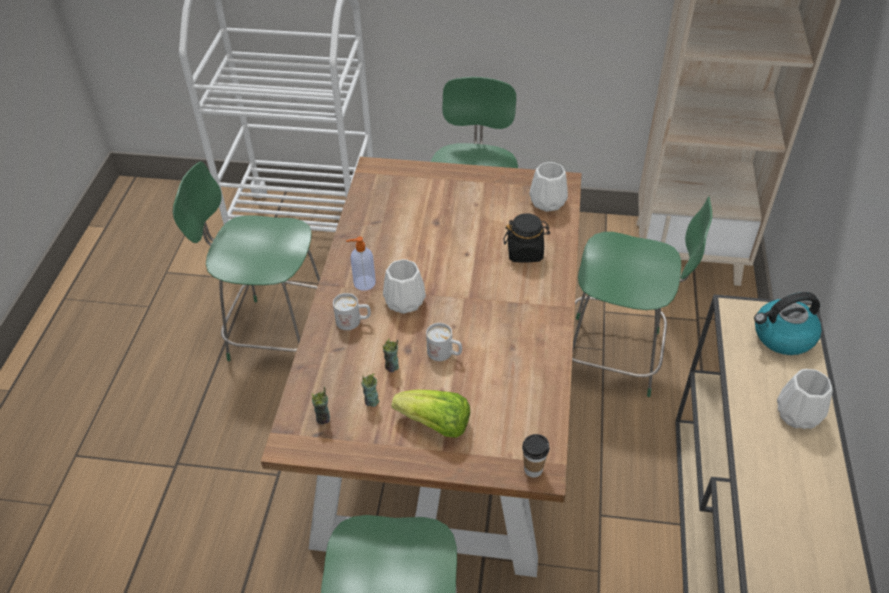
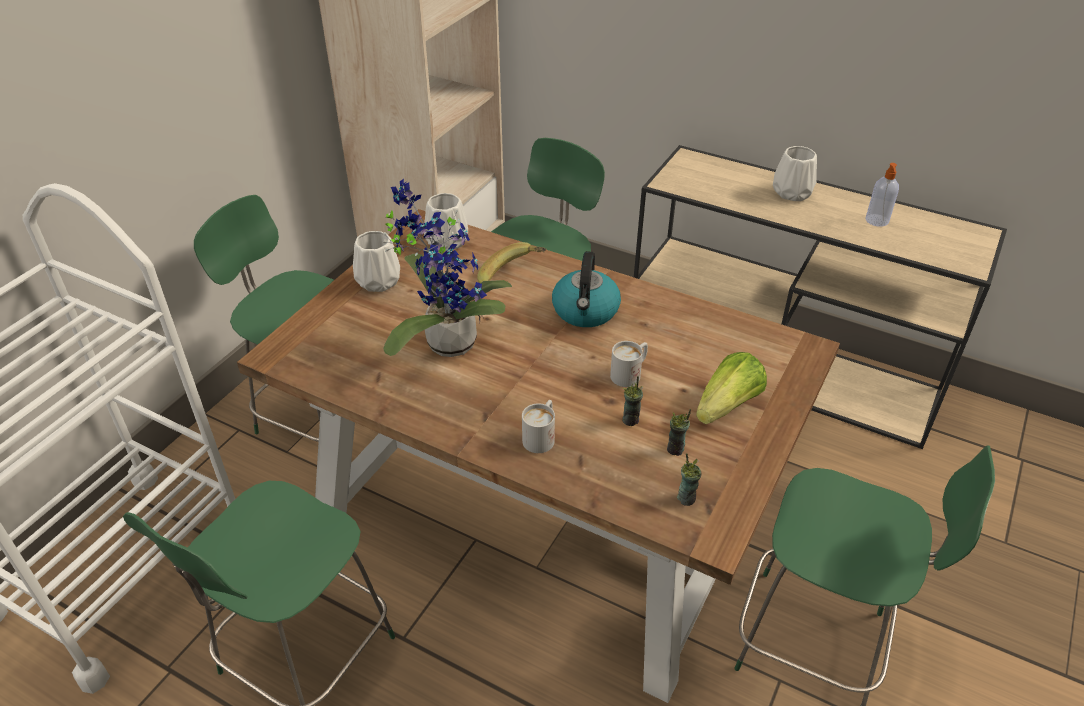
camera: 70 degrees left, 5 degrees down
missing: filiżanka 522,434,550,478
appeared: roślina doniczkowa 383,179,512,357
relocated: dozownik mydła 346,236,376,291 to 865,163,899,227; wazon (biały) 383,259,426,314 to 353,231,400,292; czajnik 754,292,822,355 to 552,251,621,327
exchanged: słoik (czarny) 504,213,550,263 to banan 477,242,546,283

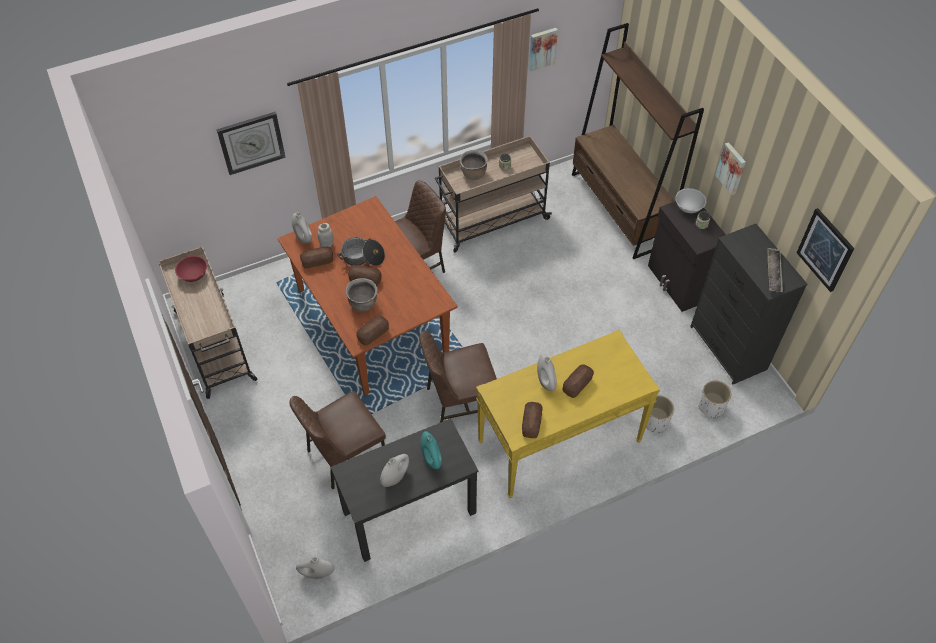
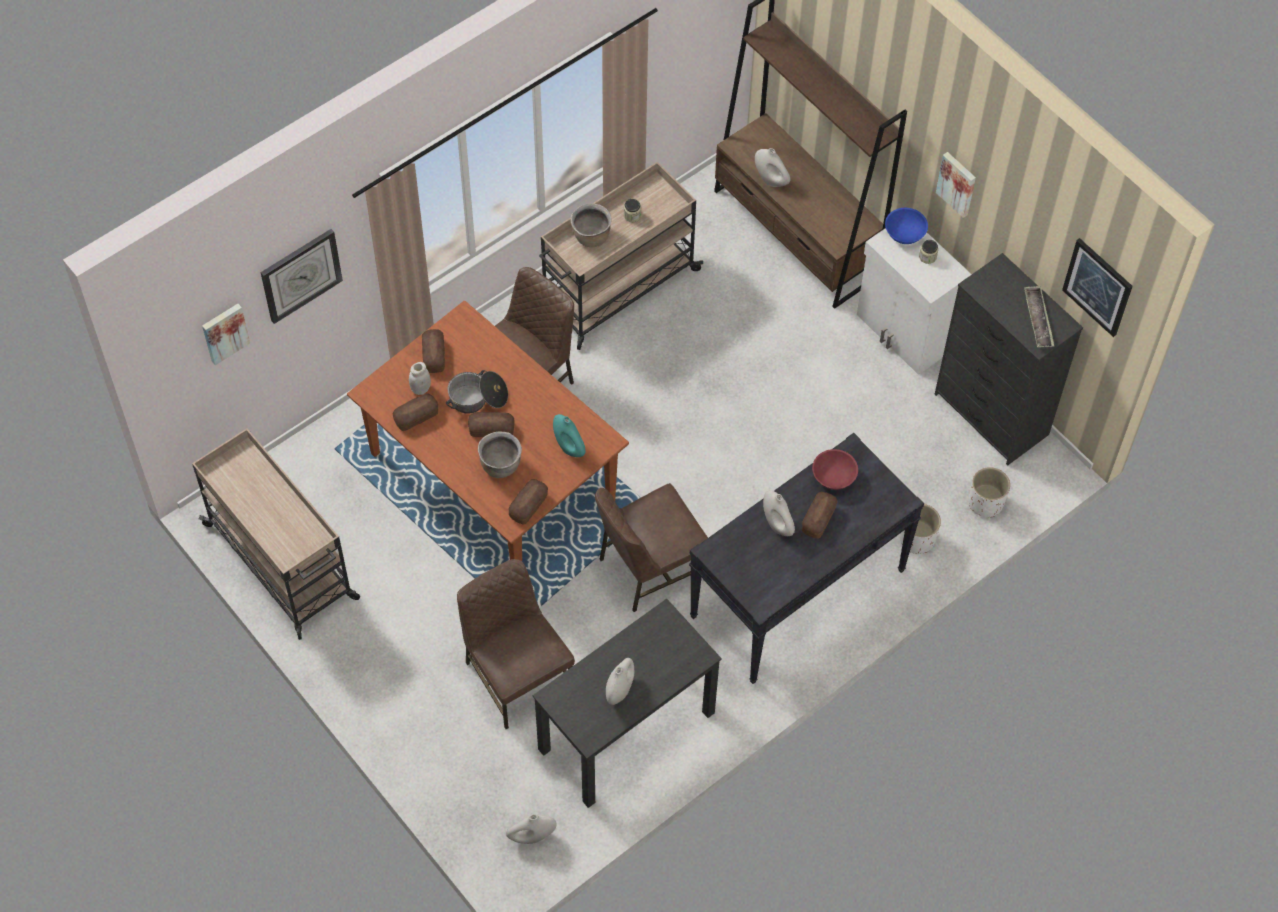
camera: 15 degrees left, 5 degrees up
relocated: miska (czerwony) 175,256,207,282 to 812,449,858,490; wazon (biały) 292,212,312,244 to 755,148,790,187; wazon (turkusowy) 421,431,442,469 to 553,414,586,457; chleb 522,402,543,438 to 422,329,445,373; obraz 529,28,558,71 to 202,304,250,365
colour: stolik konsolowy (żółty) 476,330,660,498 to stolik konsolowy (czarny) 689,433,924,684; szafka (czarny) 648,201,726,312 to szafka (biały) 857,228,972,375; miska (biały) 675,188,706,213 to miska (niebieski) 885,208,928,244
spun: krzesło (brązowy) 289,391,386,490 = 457,559,575,729 105 degrees clockwise

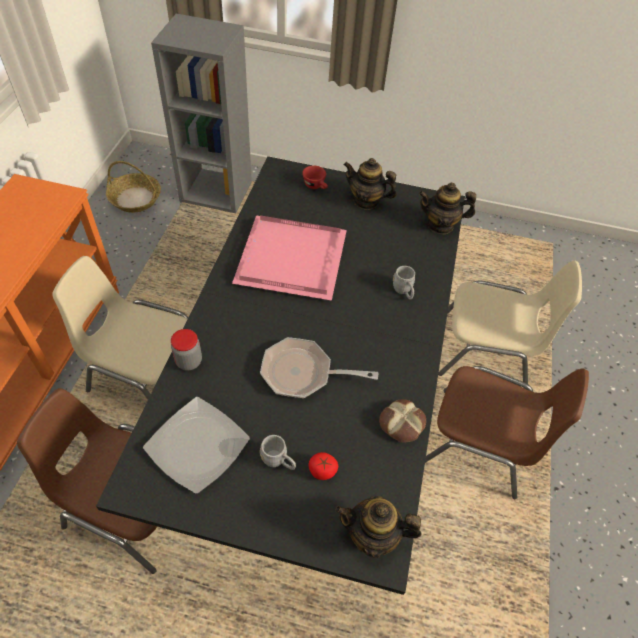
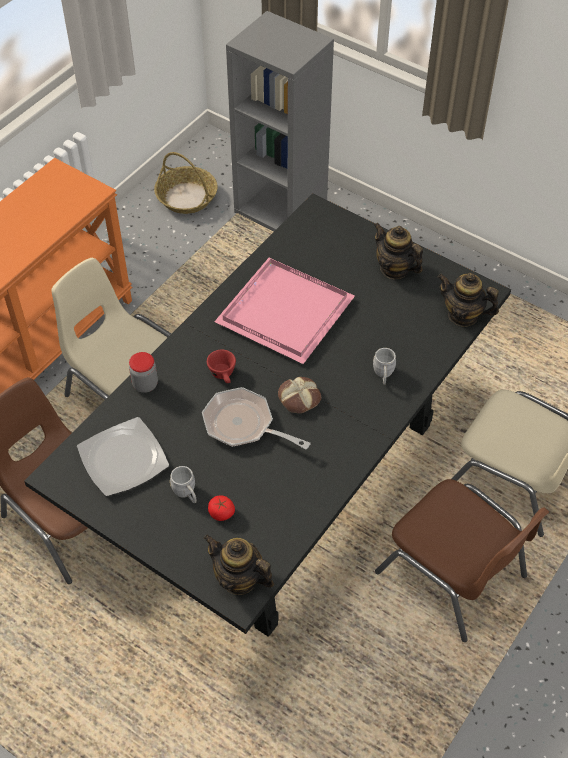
camera: 25 degrees right, 0 degrees up
relocated: filiżanka (czerwony) 302,165,328,189 to 207,349,236,383; chleb 379,399,426,443 to 278,377,321,413

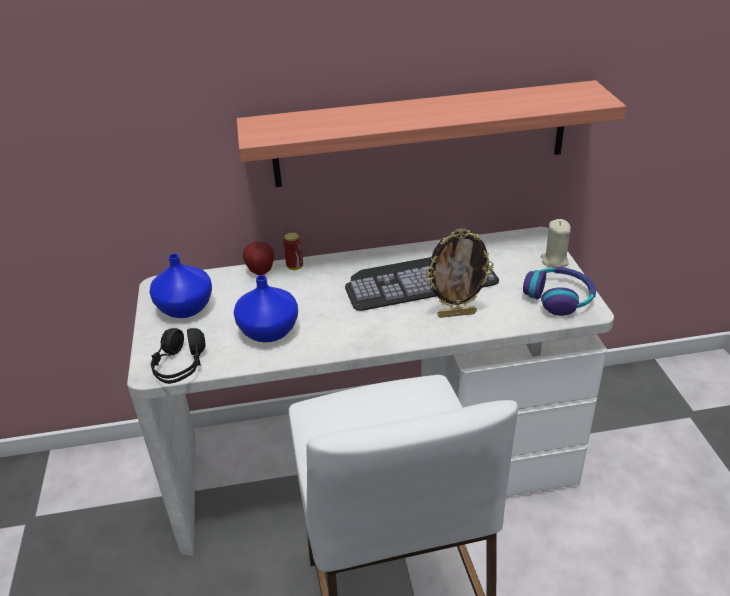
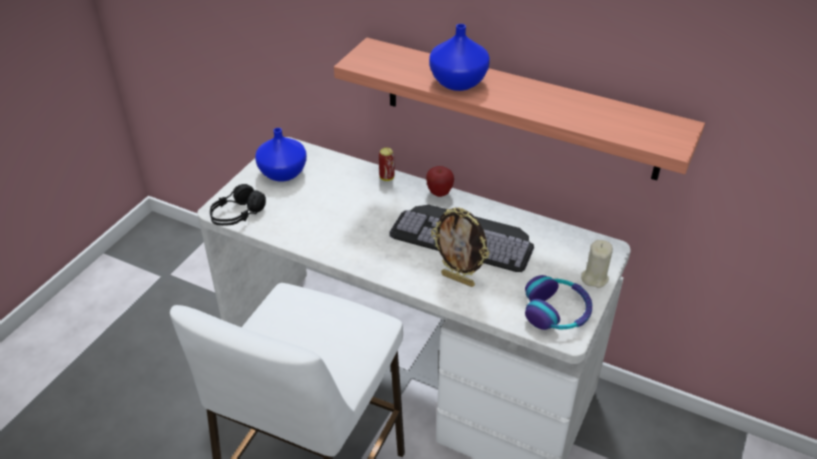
camera: 35 degrees right, 5 degrees up
relocated: wazon (niebieski) 234,275,298,342 to 429,24,490,91; jabłko 243,242,274,275 to 426,166,454,197

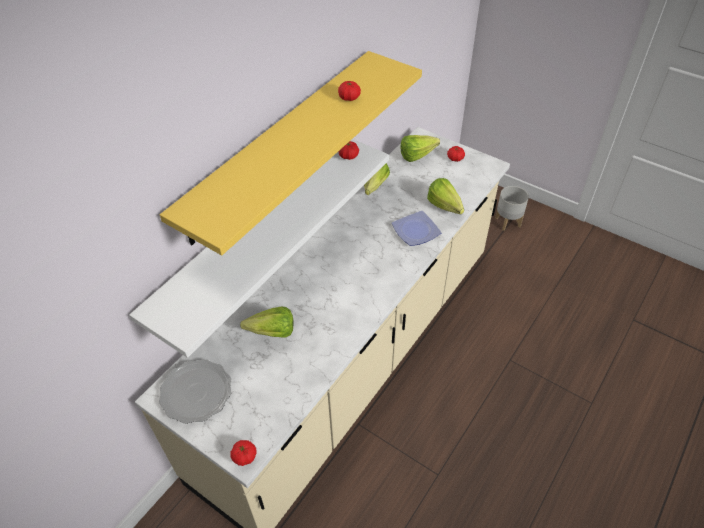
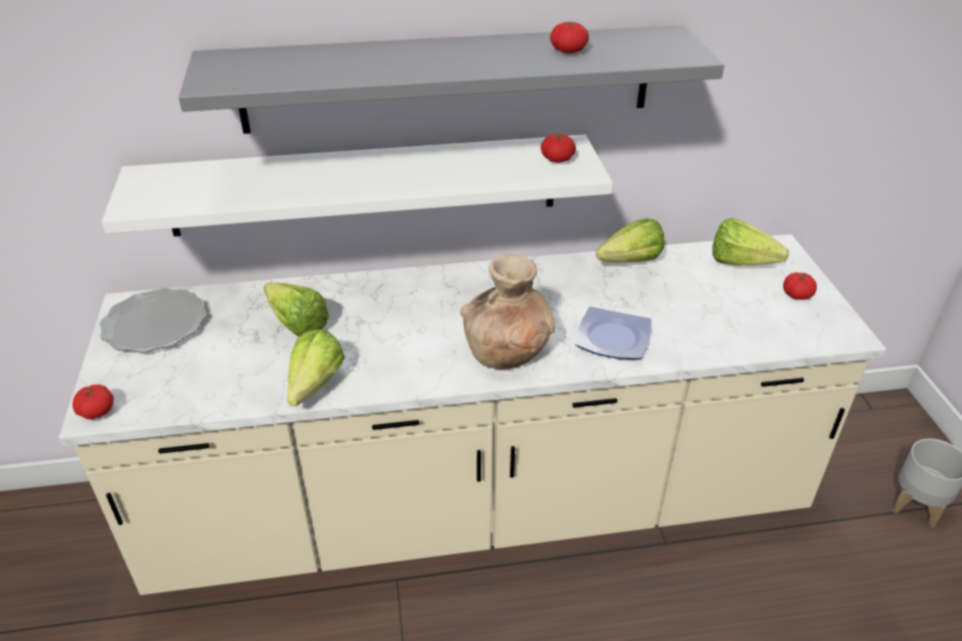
camera: 45 degrees right, 10 degrees down
appeared: wazon (brązowy) 460,255,556,369
relocated: sałata 427,178,464,214 to 287,329,345,407
colour: półka (żółty) 160,51,422,255 to półka (szary) 179,25,724,134

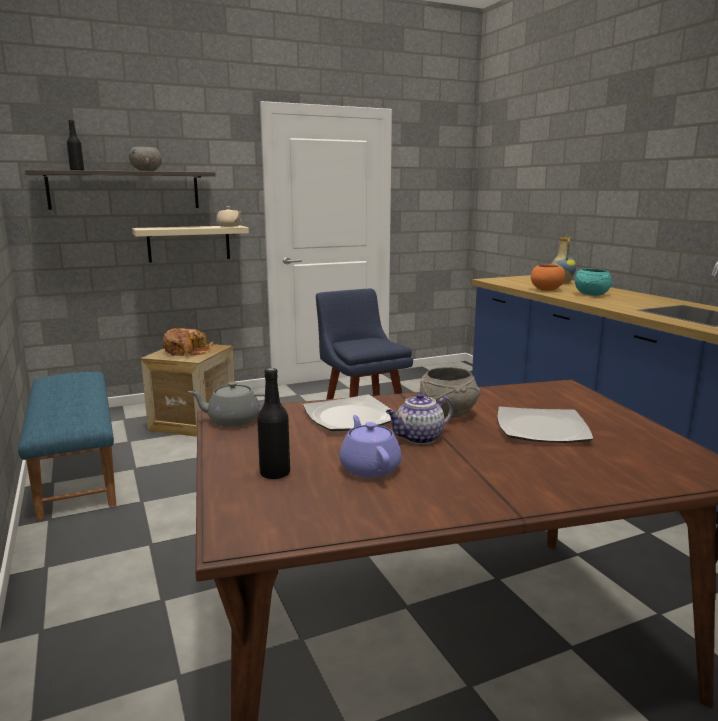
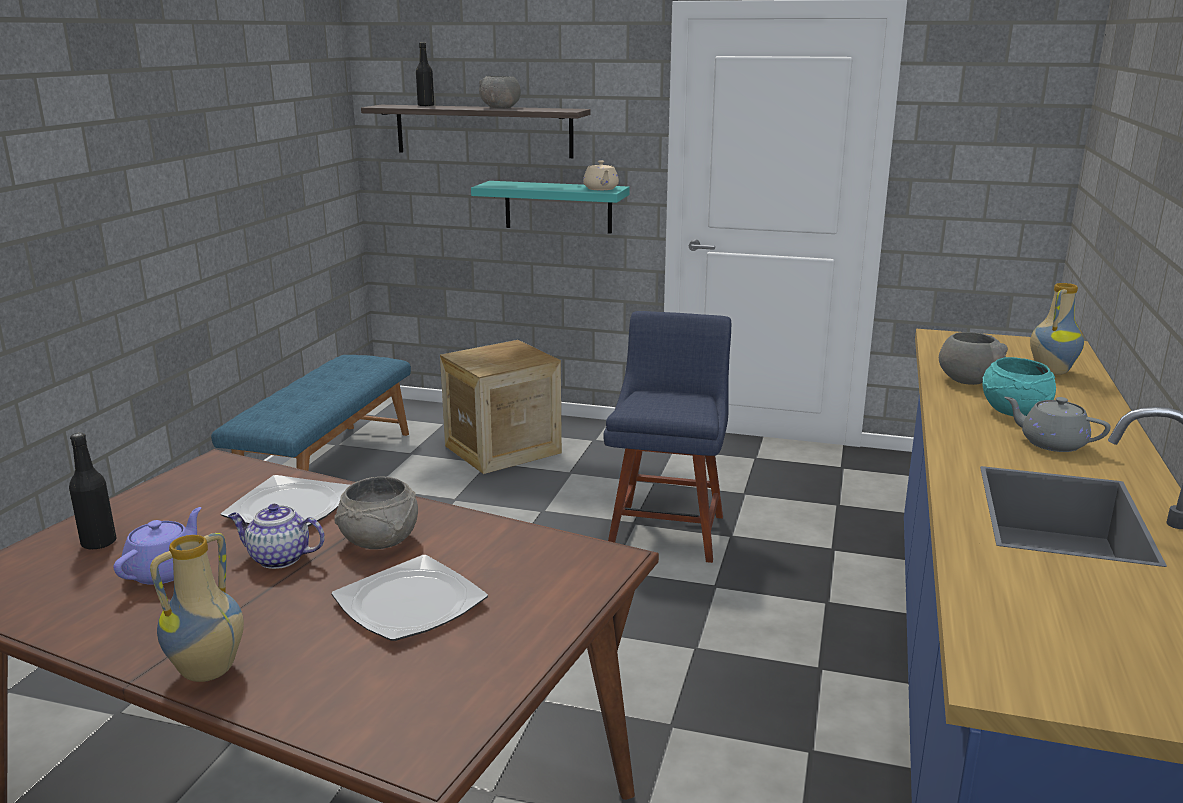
camera: 40 degrees right, 5 degrees up
missing: chleb 163,328,213,356
appeared: wazon 150,533,244,682
relocated: imbryk (szary) 188,382,265,427 to 1004,397,1111,452
colour: półka (beżowy) 132,225,249,263 to półka (turkusowy) 471,181,630,234; miska (pomarańczowy) 531,265,565,291 to miska (szary) 939,332,1008,385

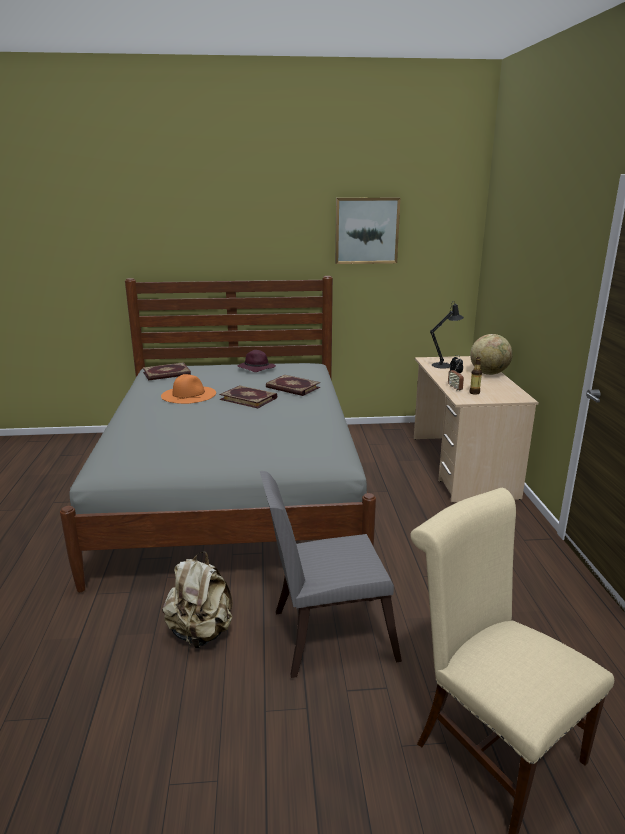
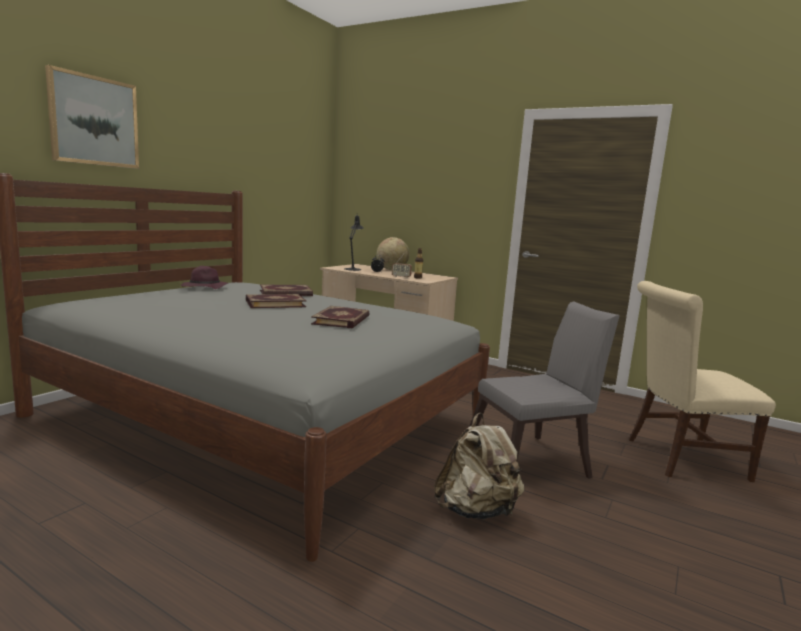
camera: 55 degrees left, 10 degrees down
missing: kapelusz (pomarańczowy) 161,374,216,404
relocated: książka 143,363,191,380 to 311,306,370,329; obraz 335,198,400,264 to 45,65,139,169
spun: krzesło (szary) 260,471,402,678 = 469,302,620,479 135 degrees counterclockwise

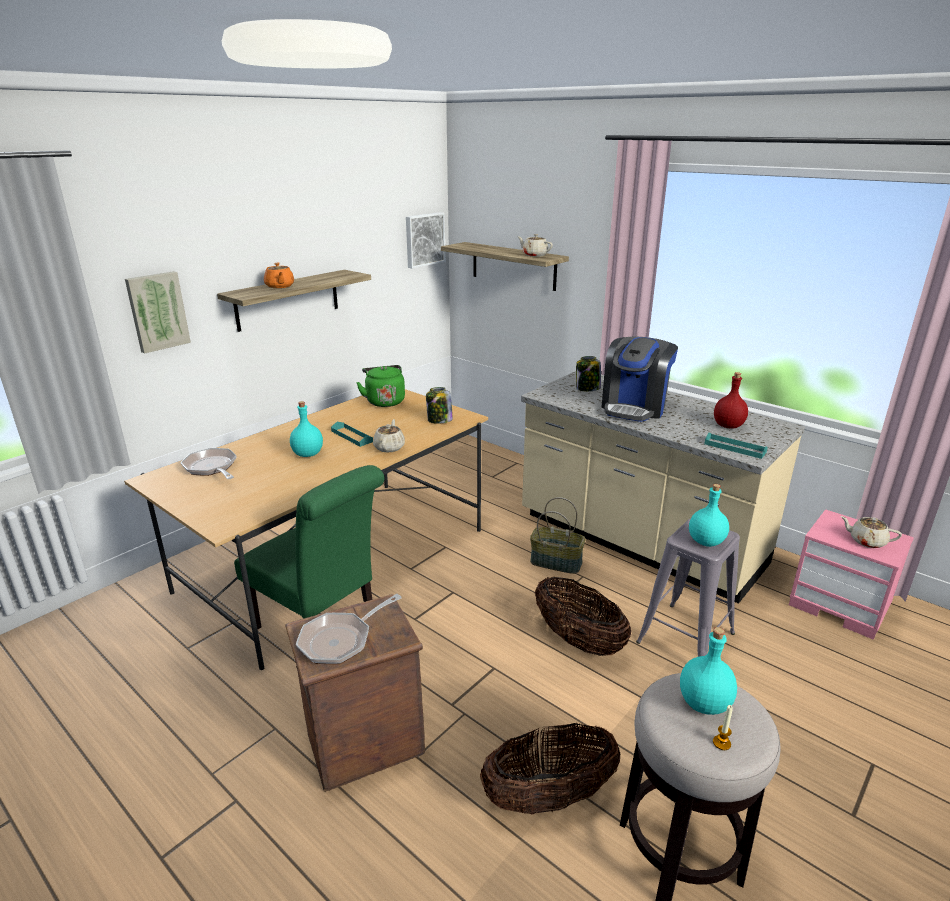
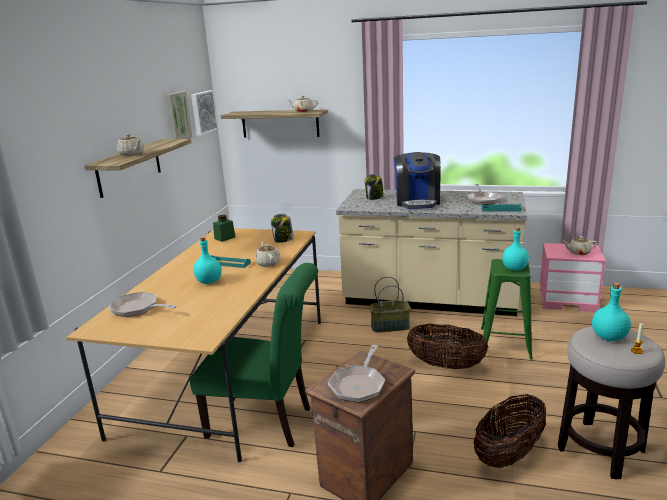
camera: 25 degrees left, 5 degrees down
relocated: obraz 125,271,191,354 to 166,91,193,139
exchanged: czajnik (zielony) 356,365,405,407 to słoik (zielony) 213,215,235,242; butelka (czerwony) 714,372,748,429 to patelnia 467,184,502,205
colour: imbryk (pomarańczowy) 264,263,294,288 to imbryk (beżowy) 117,134,144,156; stołek (szary) 636,518,740,657 to stołek (zielony) 481,259,533,359

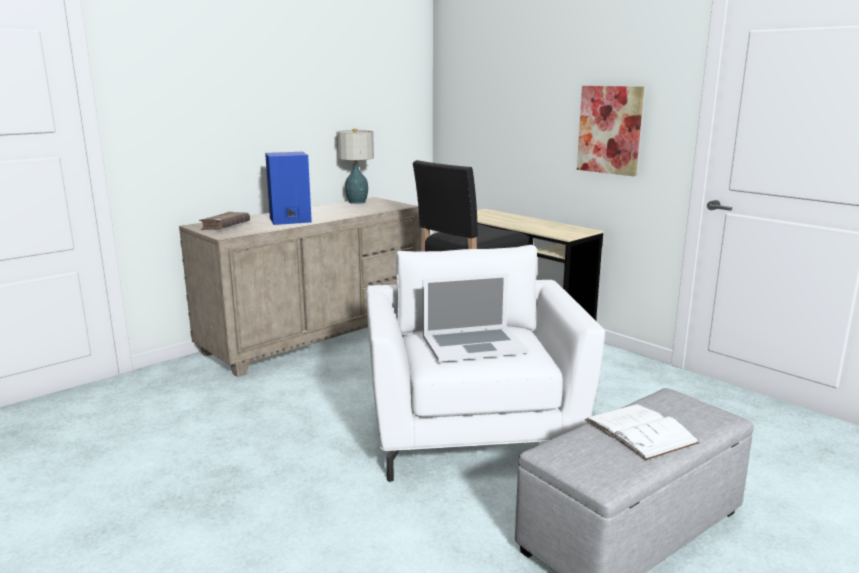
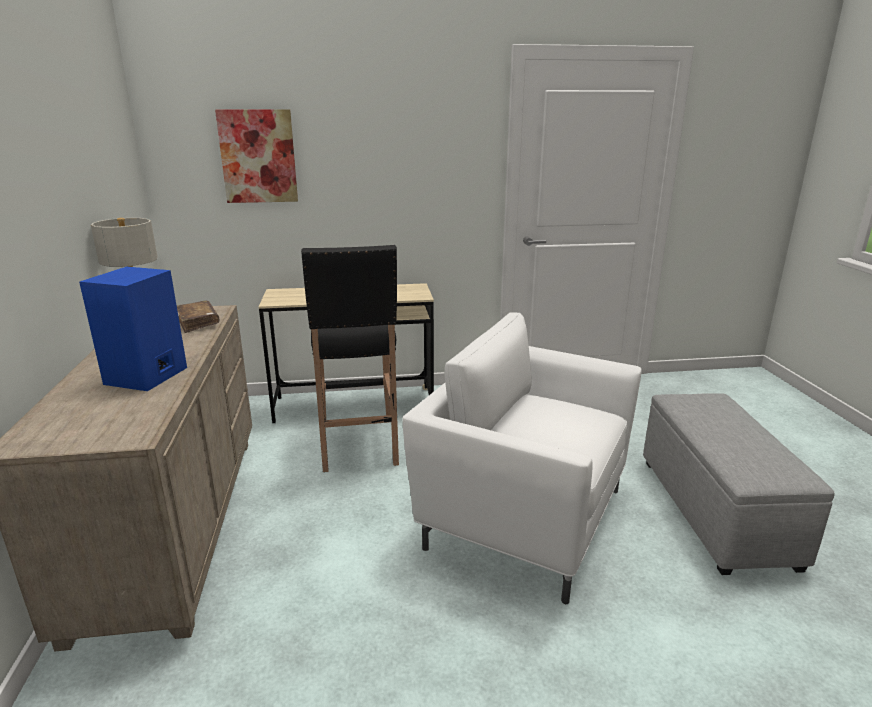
camera: 55 degrees left, 5 degrees up
missing: laptop 423,274,529,362; książka (biały) 585,404,700,460
relocated: książka (brązowy) 199,212,250,230 to 177,301,220,333; obraz 577,86,644,176 to 215,110,298,203

